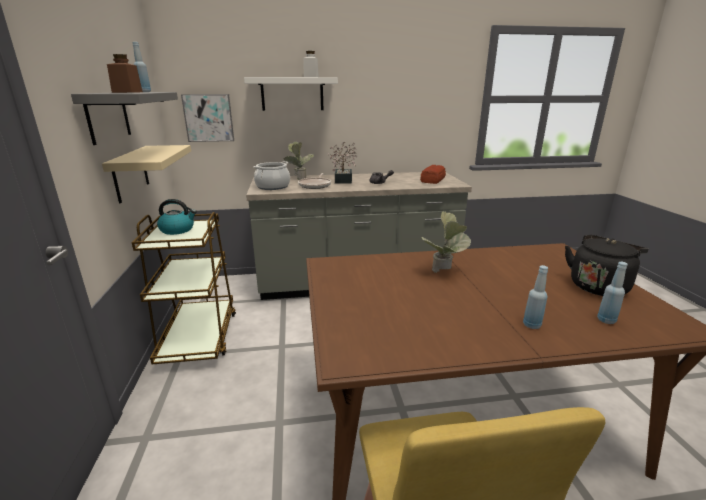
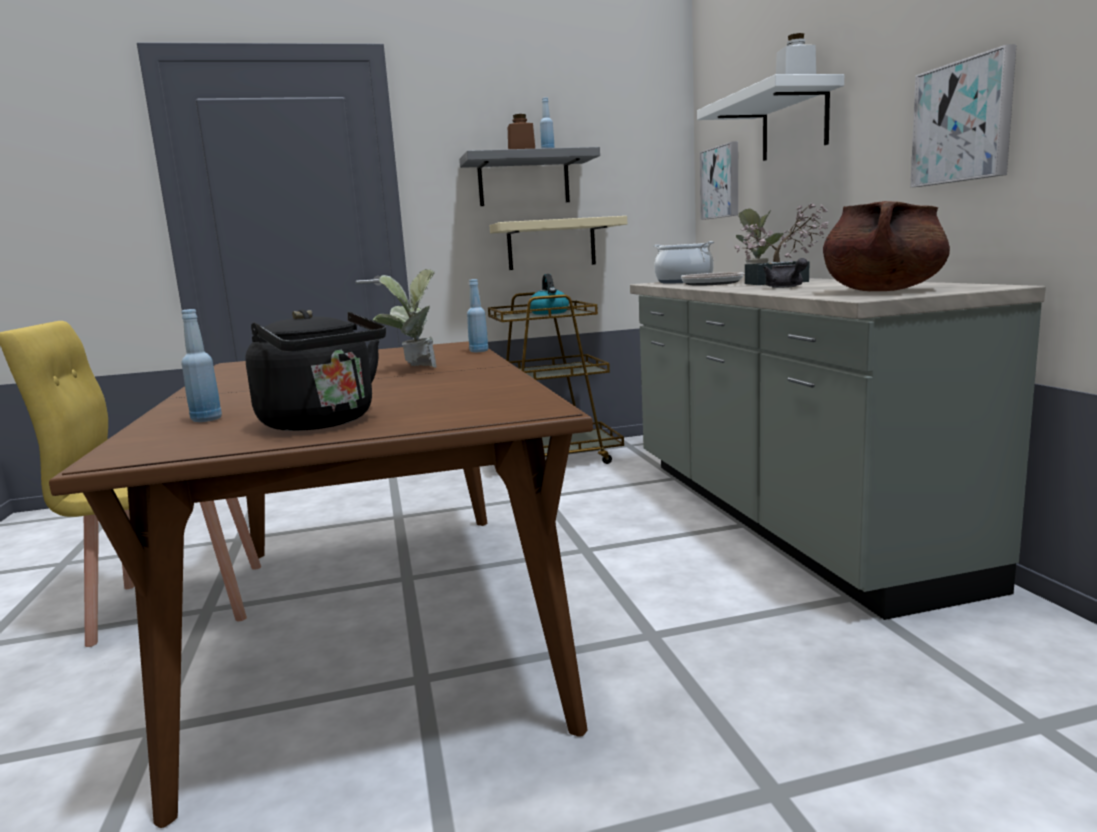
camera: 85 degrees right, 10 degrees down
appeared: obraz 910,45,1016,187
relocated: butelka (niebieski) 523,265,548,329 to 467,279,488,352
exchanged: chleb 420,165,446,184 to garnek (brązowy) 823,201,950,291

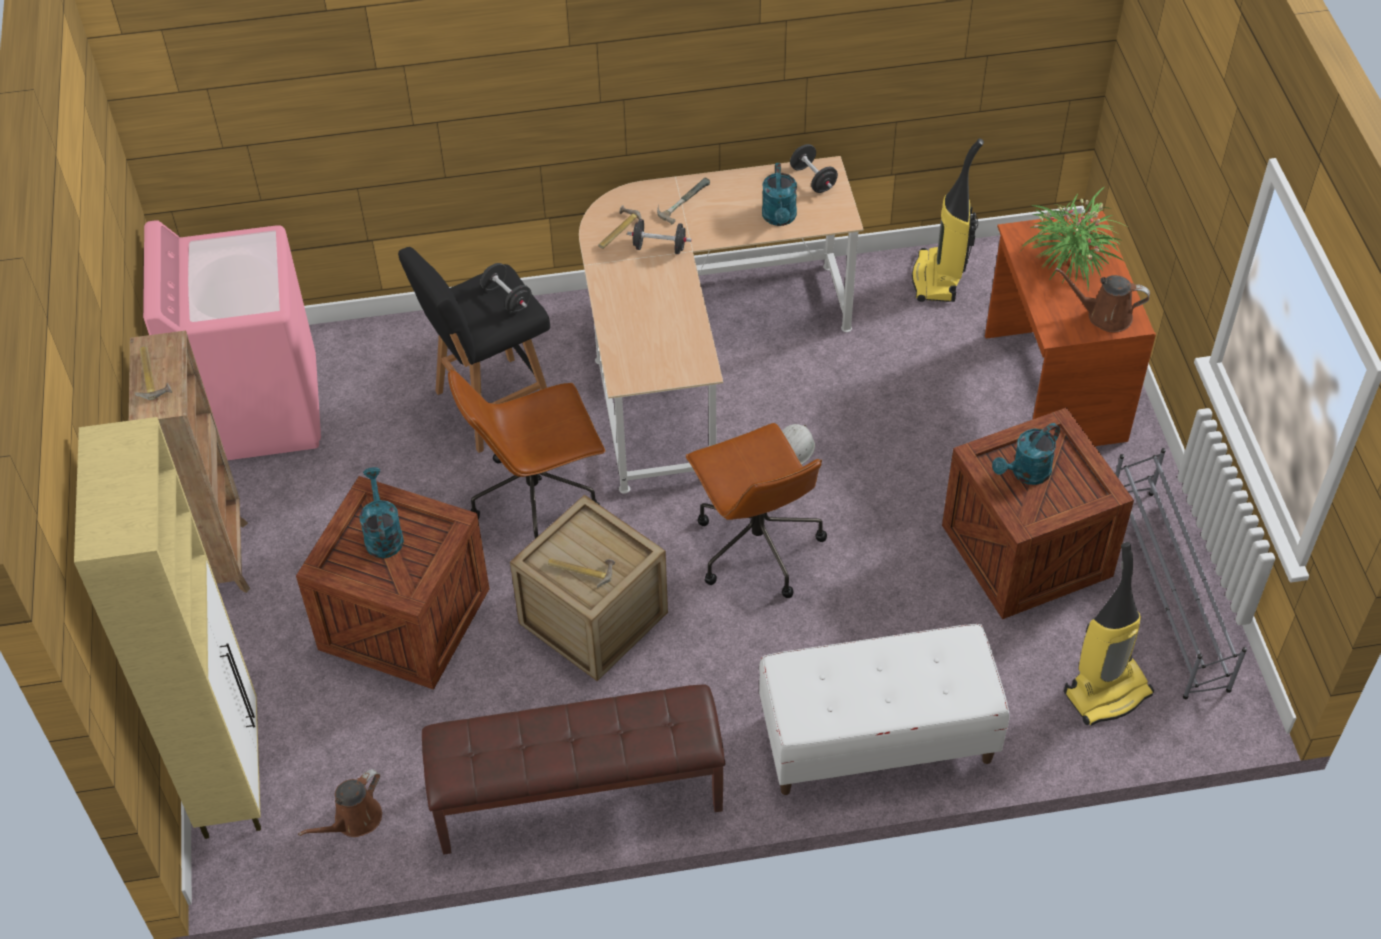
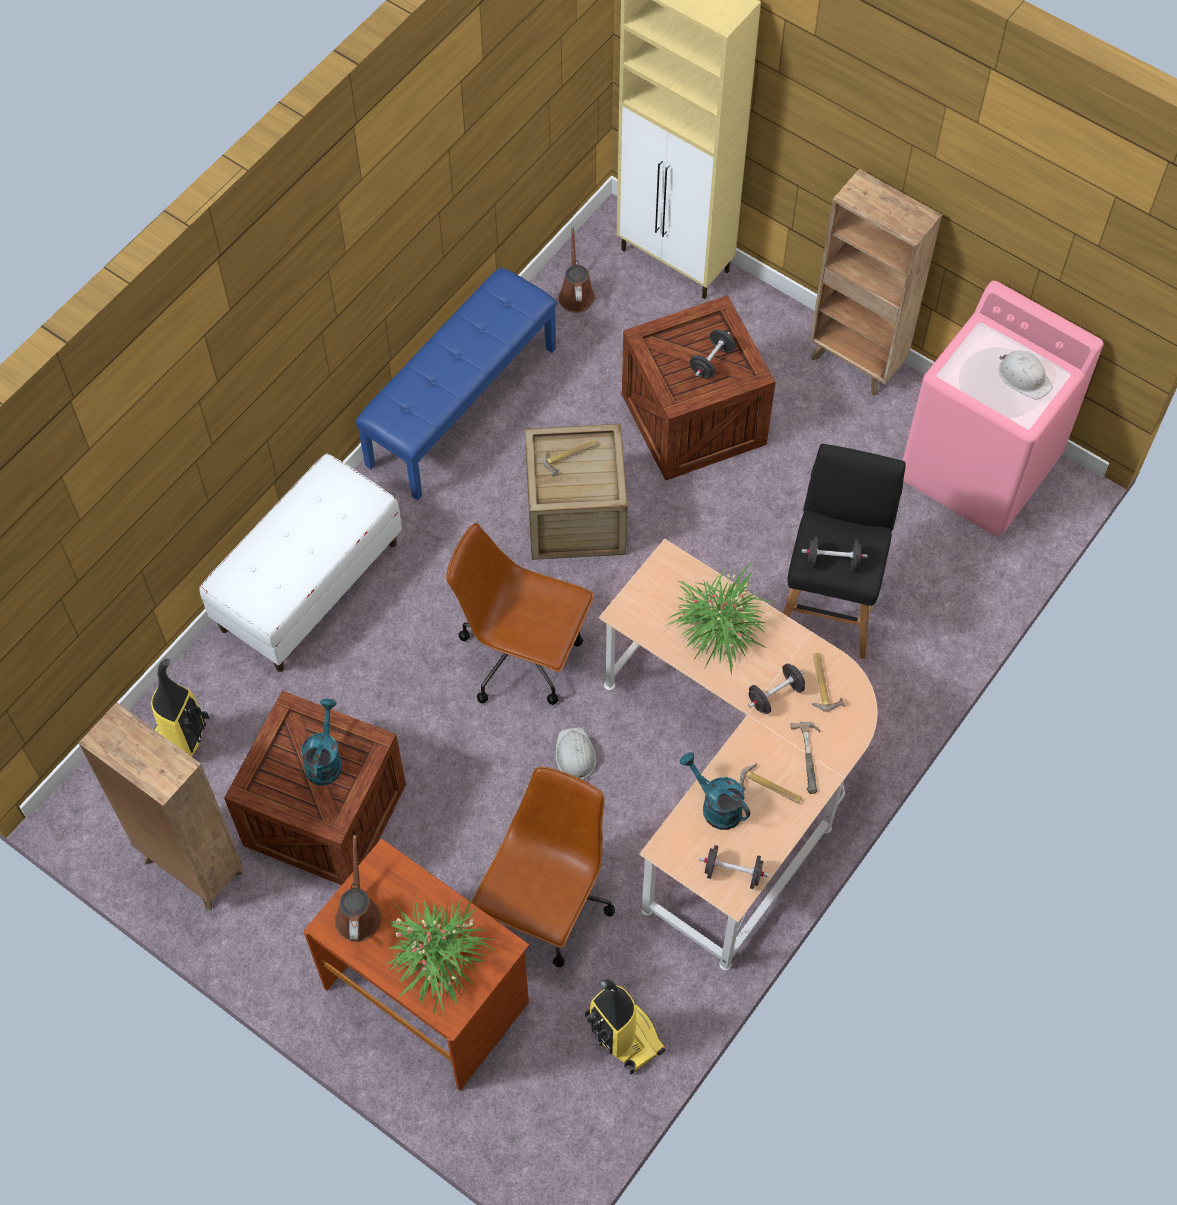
camera: 135 degrees right, 10 degrees up
appeared: roślina doniczkowa 661,562,775,676; kask (biały) 999,350,1053,399
relocated: młotek 135,346,172,400 to 740,763,802,804; krzesło biurowe (brązowy) 448,369,605,539 to 471,767,615,967
exchanged: konewka (turkusowy) 359,467,404,558 to hantel (czarny) 690,329,736,379; regał na buty (szary) 1115,448,1247,699 to regał (brązowy) 79,702,243,911
colour: ławka (brązowy) 422,684,725,855 to ławka (niebieski) 355,268,557,500
spun: konewka (brązowy) 1055,268,1150,332 = 335,835,382,942 60 degrees counterclockwise

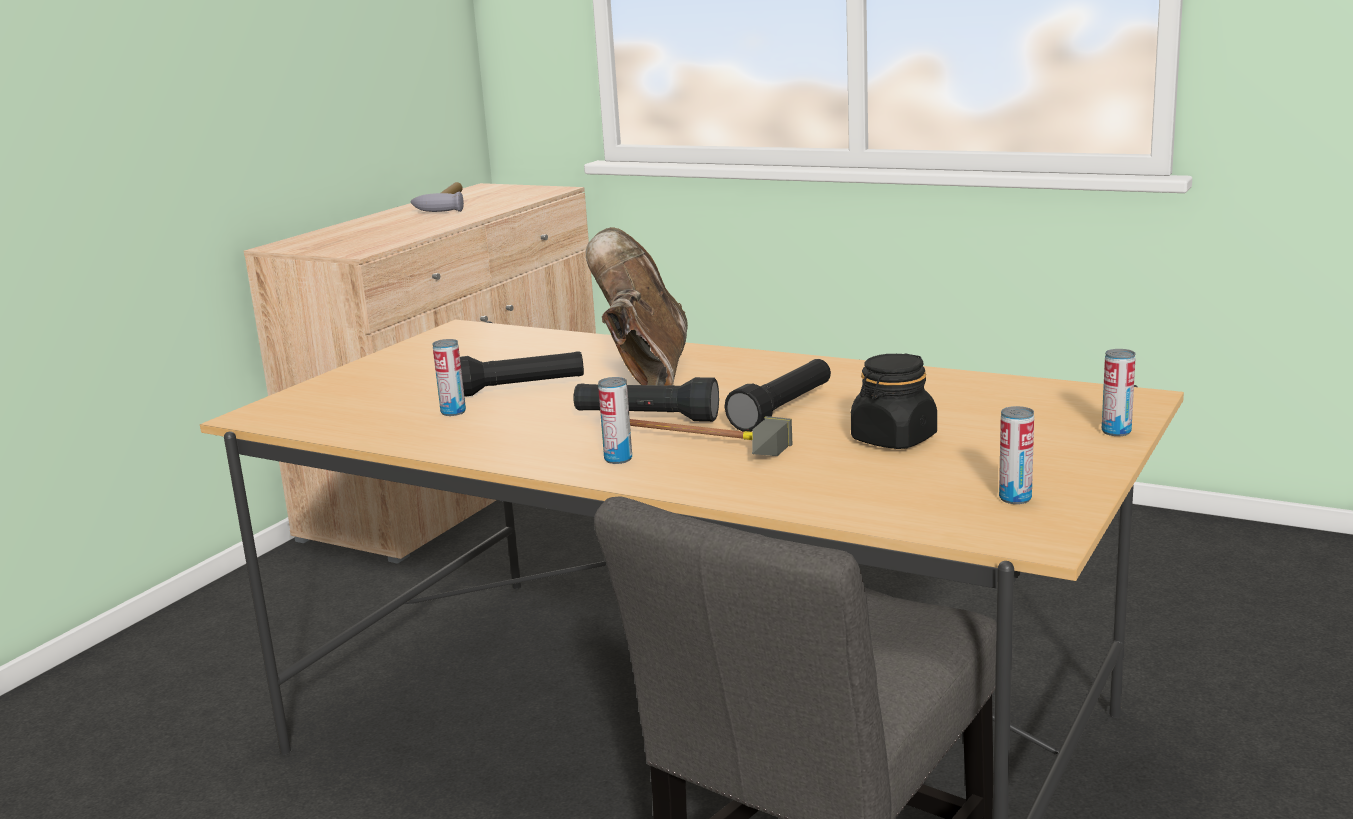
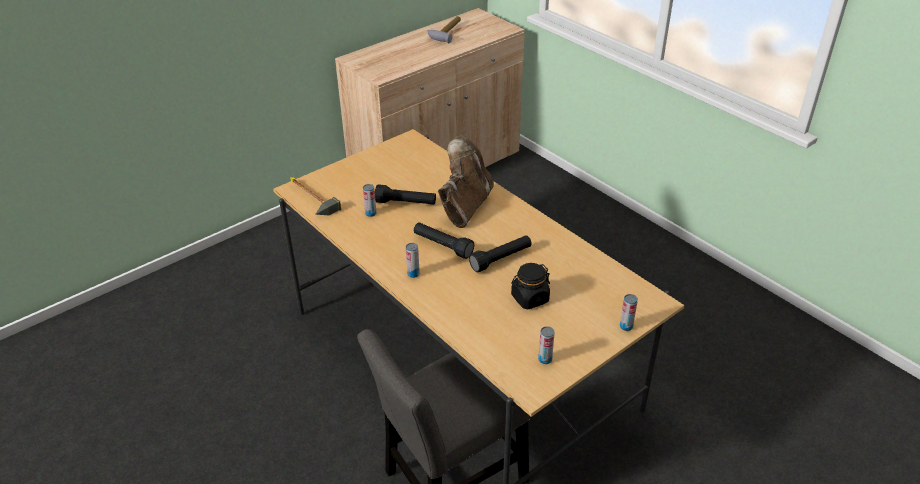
camera: 20 degrees right, 20 degrees up
relocated: młotek 630,416,792,456 to 290,177,341,215

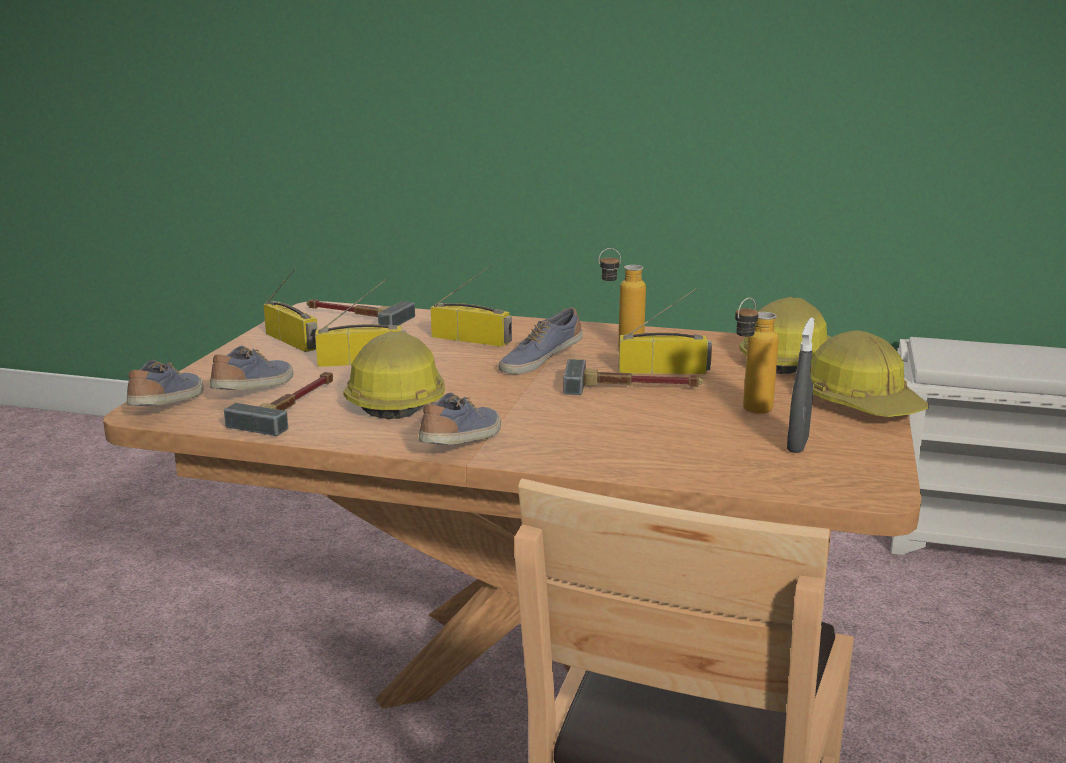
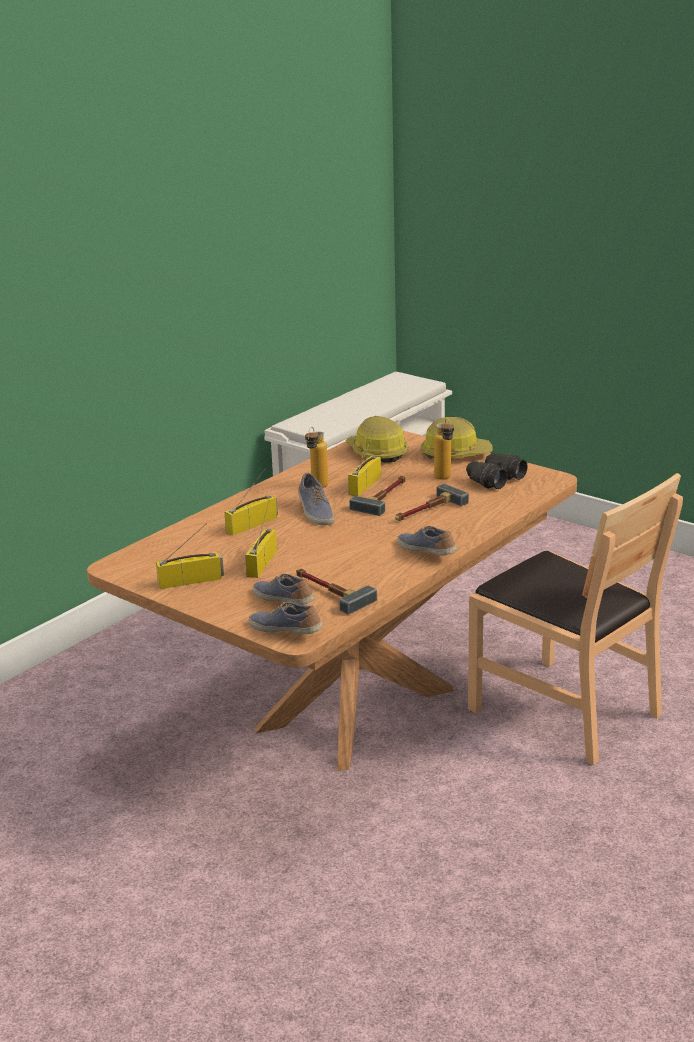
camera: 65 degrees left, 5 degrees up
missing: kask 343,331,445,420
relocated: młotek 306,299,415,326 to 395,484,469,521
exchanged: spryskiwacz (szary) 787,318,815,453 to lornetka (czarny) 466,453,528,489

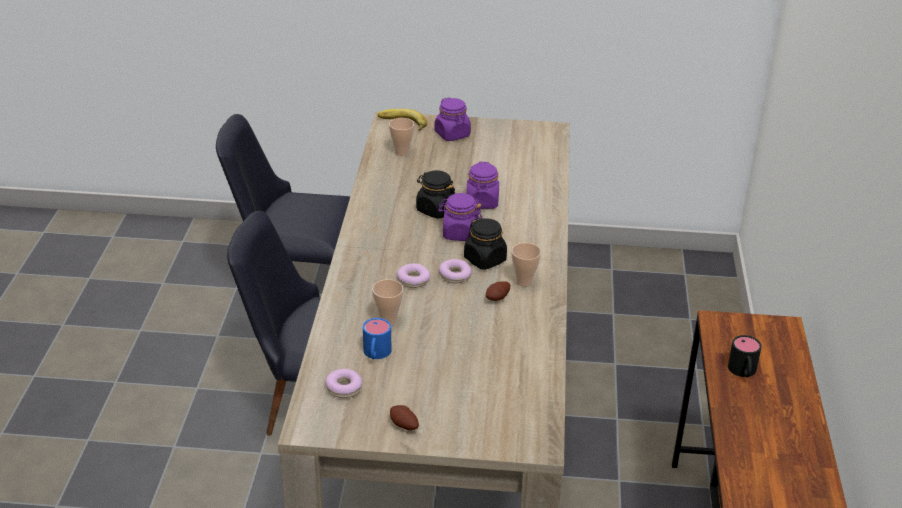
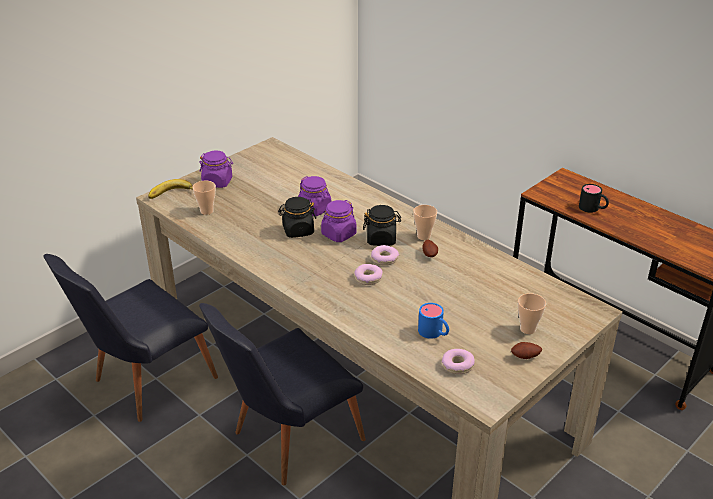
camera: 50 degrees left, 0 degrees up
relocated: filiżanka 372,279,403,325 to 518,293,546,334

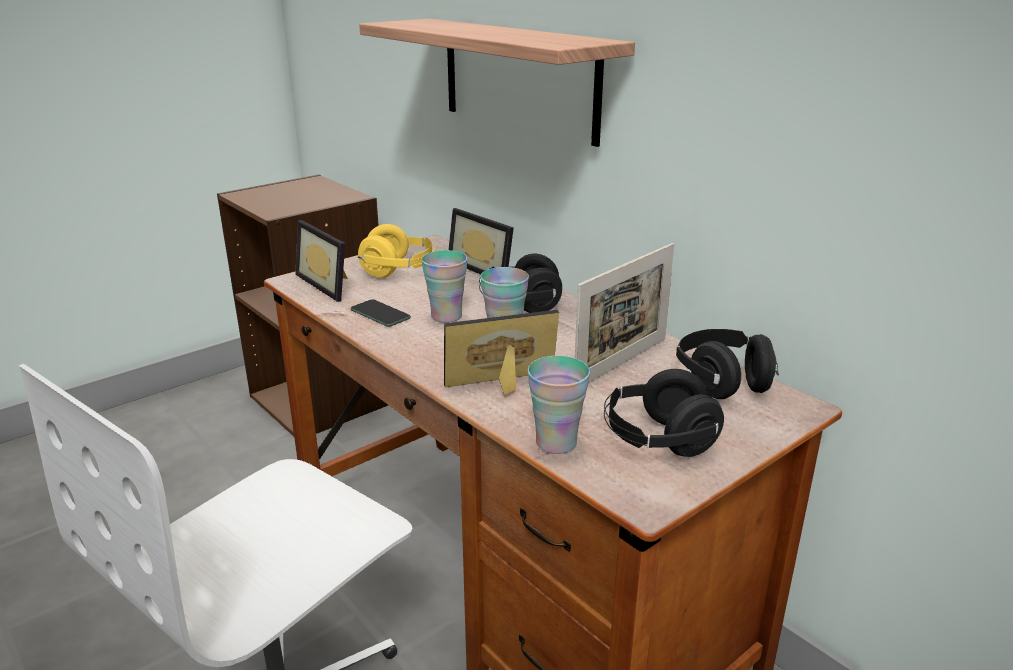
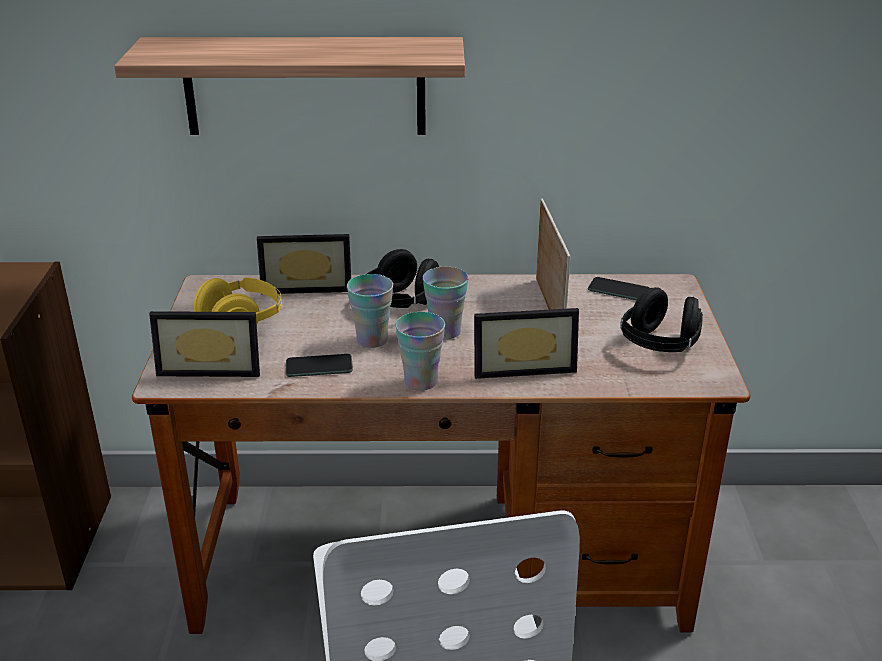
camera: 50 degrees left, 5 degrees up
relocated: filiżanka 528,356,590,454 to 395,312,445,391
exchanged: słuchawki (czarny) 676,329,779,399 to telefon 588,277,649,300
spun: ramka na zdjęcie 444,310,559,395 = 474,308,579,379 120 degrees counterclockwise

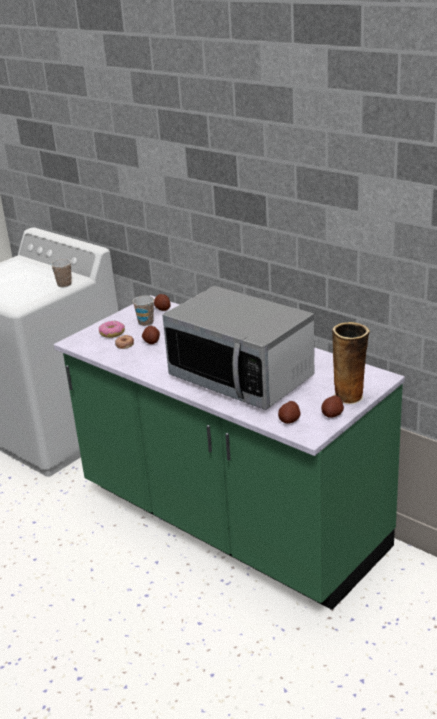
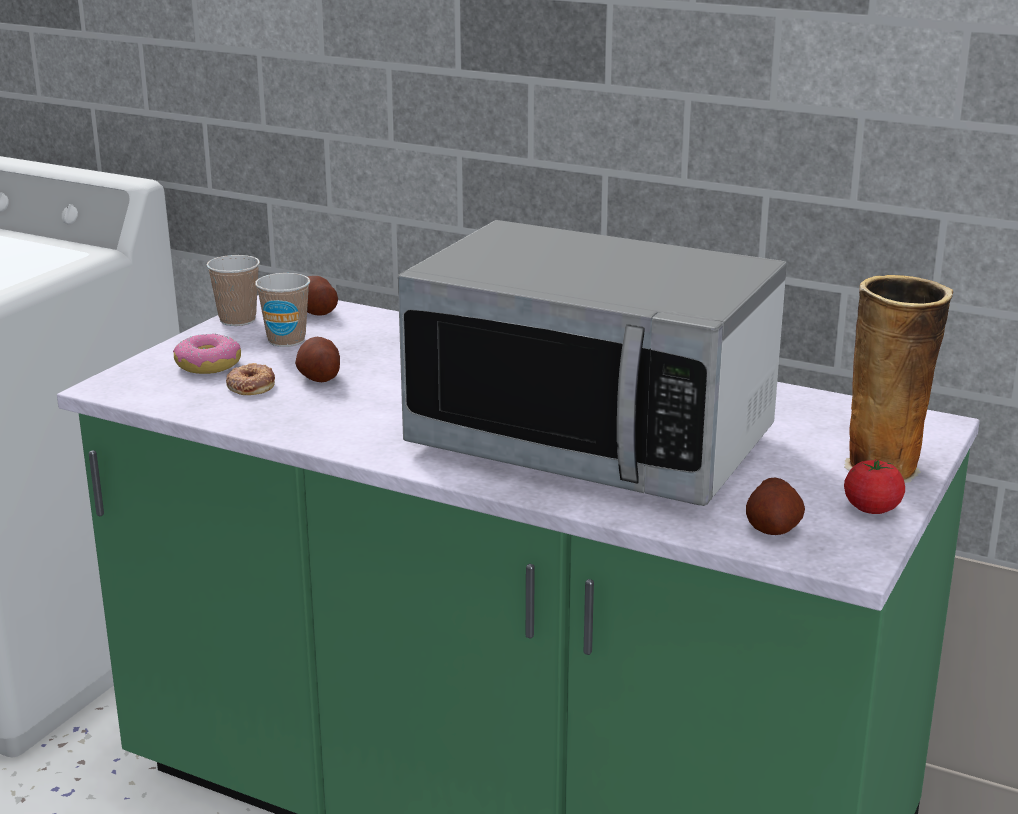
camera: 15 degrees left, 5 degrees down
relocated: filiżanka 51,259,72,287 to 207,255,260,326
exchanged: ziemniak 321,395,344,418 to pomidor 844,459,905,514

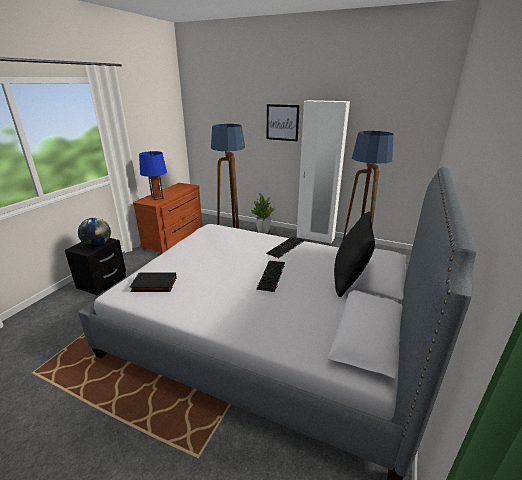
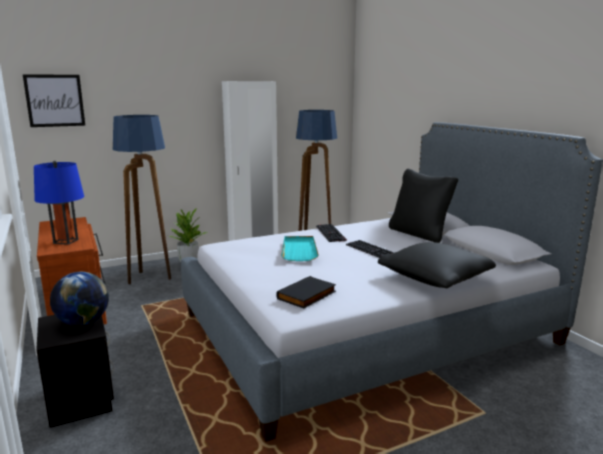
camera: 50 degrees left, 10 degrees down
appeared: taca (turkusowy) 281,236,319,261; poduszka (czarny) 378,242,496,288
relocated: obraz 267,104,300,141 to 23,74,85,127

